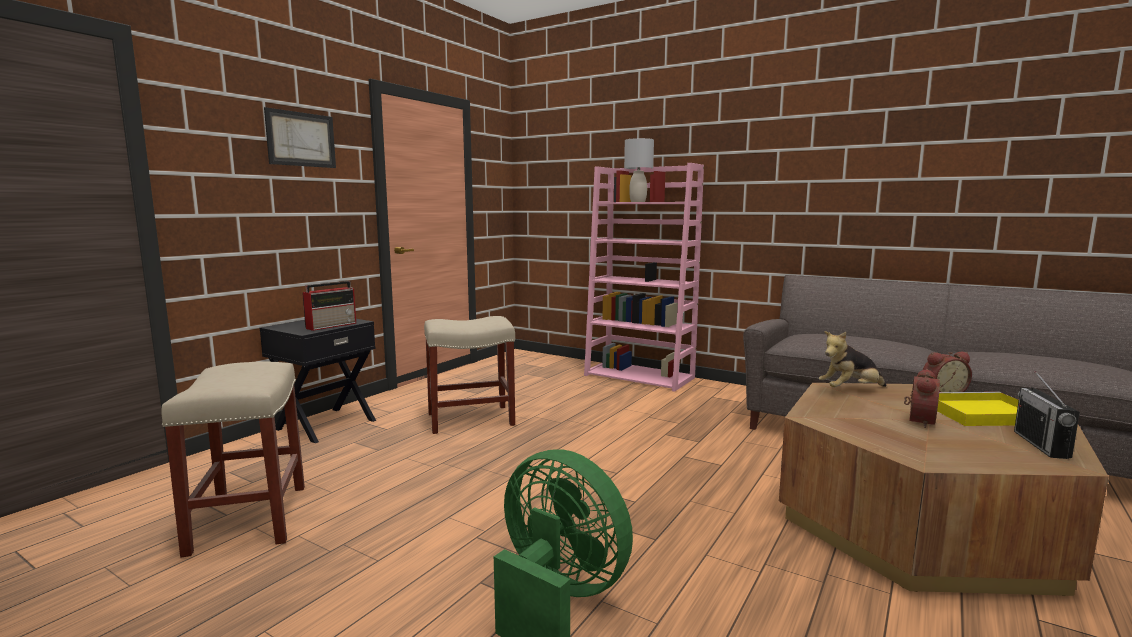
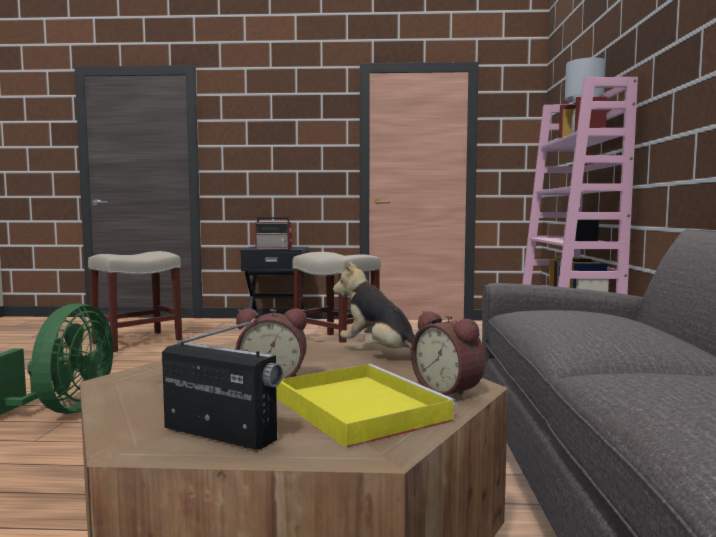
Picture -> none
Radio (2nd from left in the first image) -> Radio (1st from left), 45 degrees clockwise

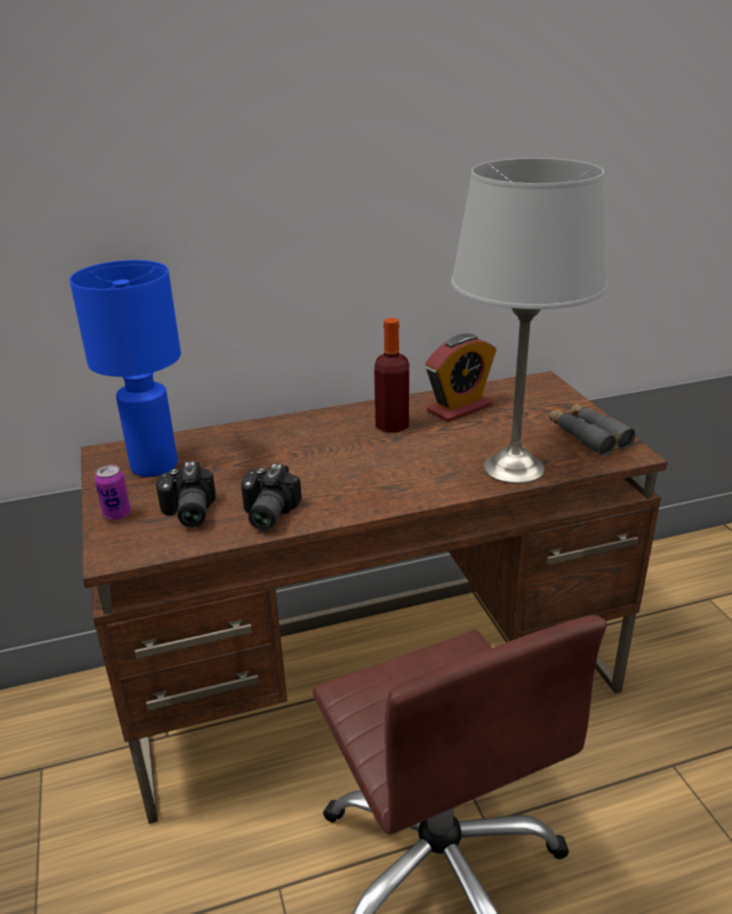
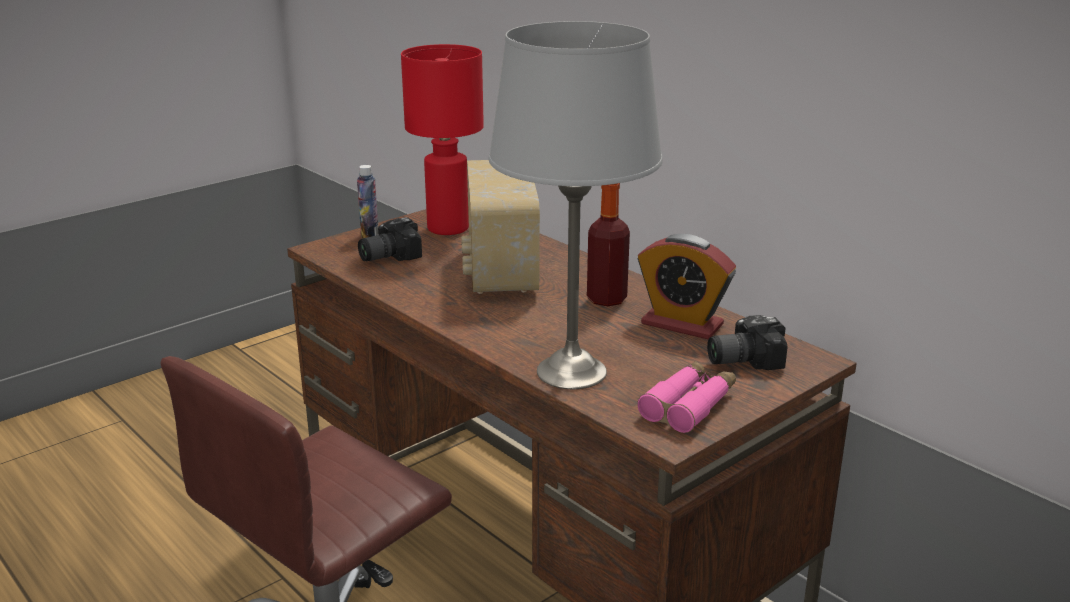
BluishTabletopLamp -> ReddishTabletopLamp
MetalCan -> BeverageBottle (1st from left)
StillCamera (2nd from left), move
GreyishFieldGlasses -> PinkFieldGlasses
none -> Radio

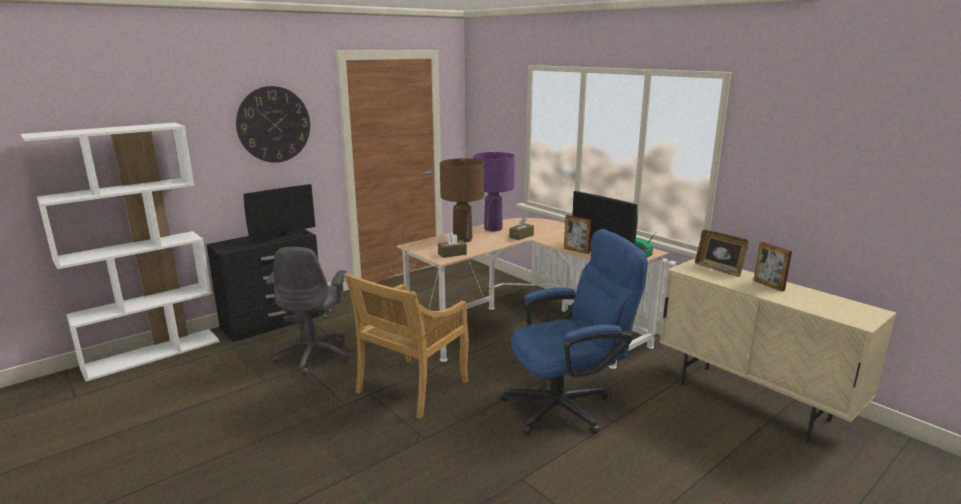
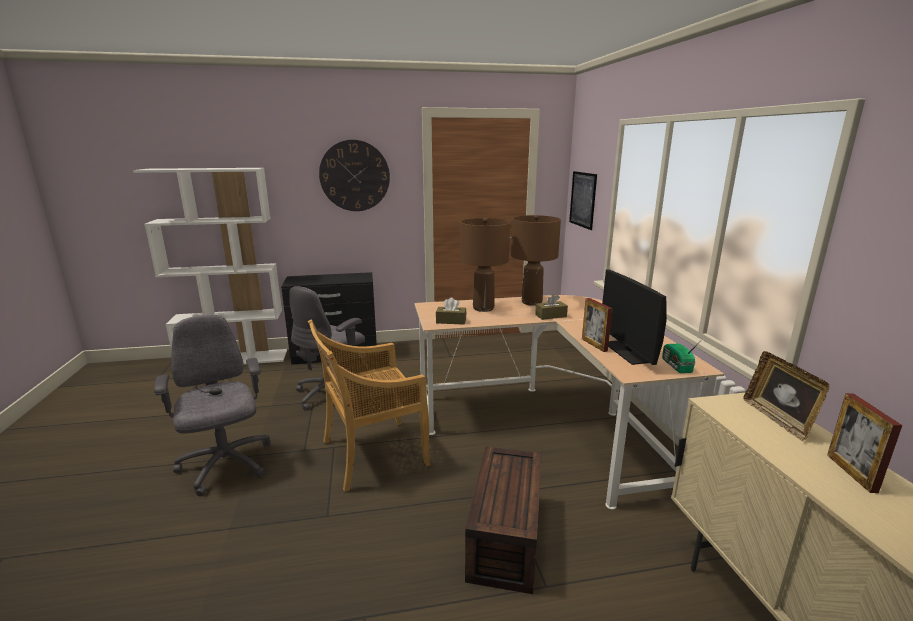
ComputerDisplay (1st from left) -> none
PurpleTabletopLamp -> BrownColouredTabletopLamp (2nd from left)
BluishComputerChair -> BrownColouredStorageBox
none -> GreyishComputerChair (1st from left)
none -> Picture

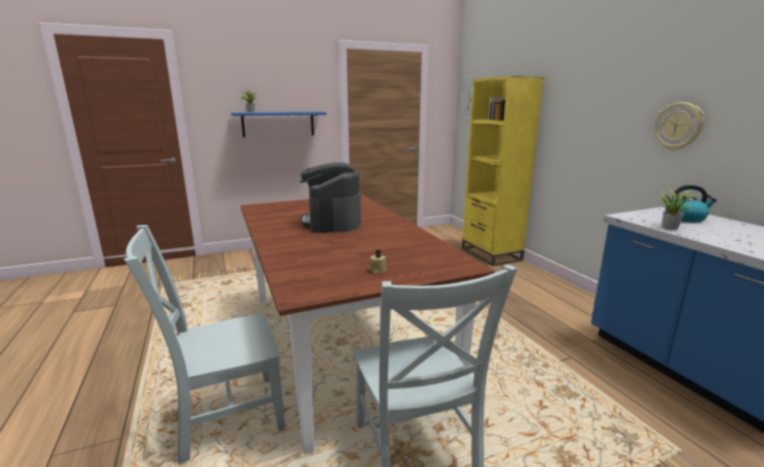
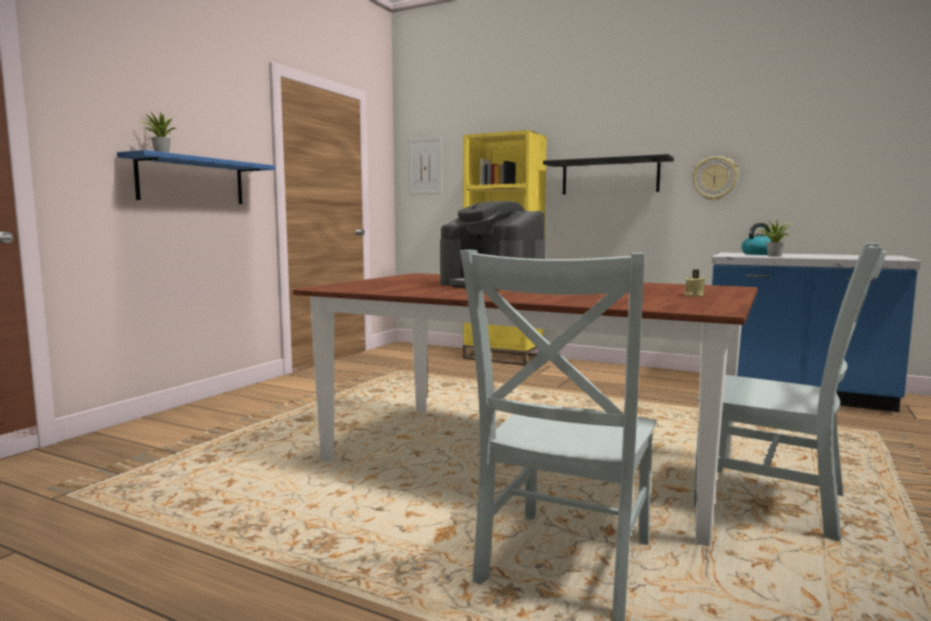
none -> BlackishBracketShelf

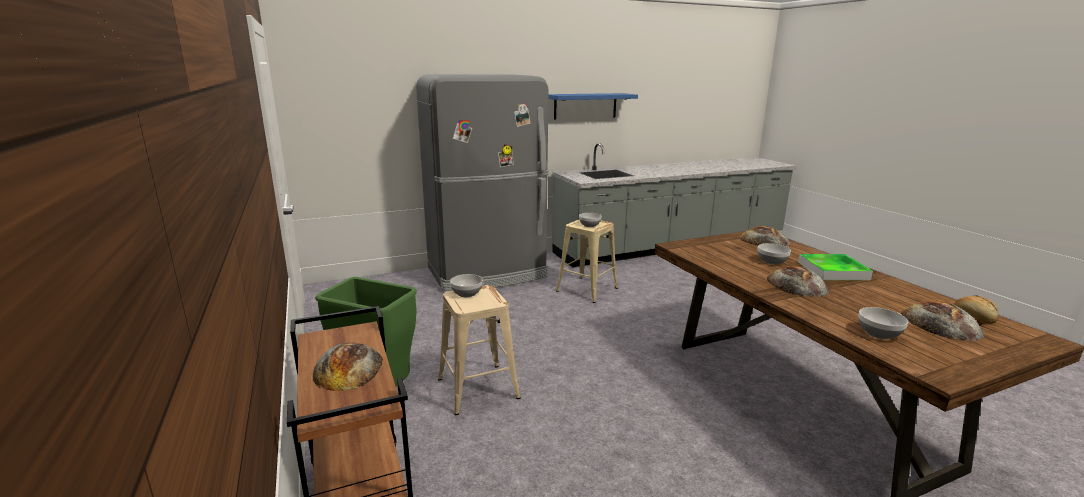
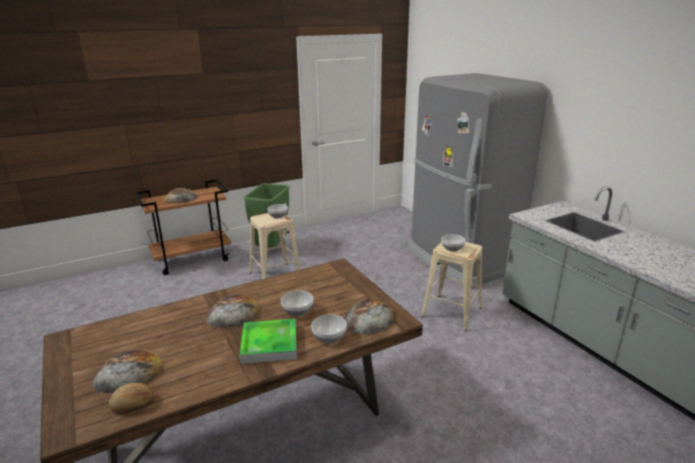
BluishBracketShelf -> none
Bowl (4th from left in the first image) -> Bowl (3rd from left), move

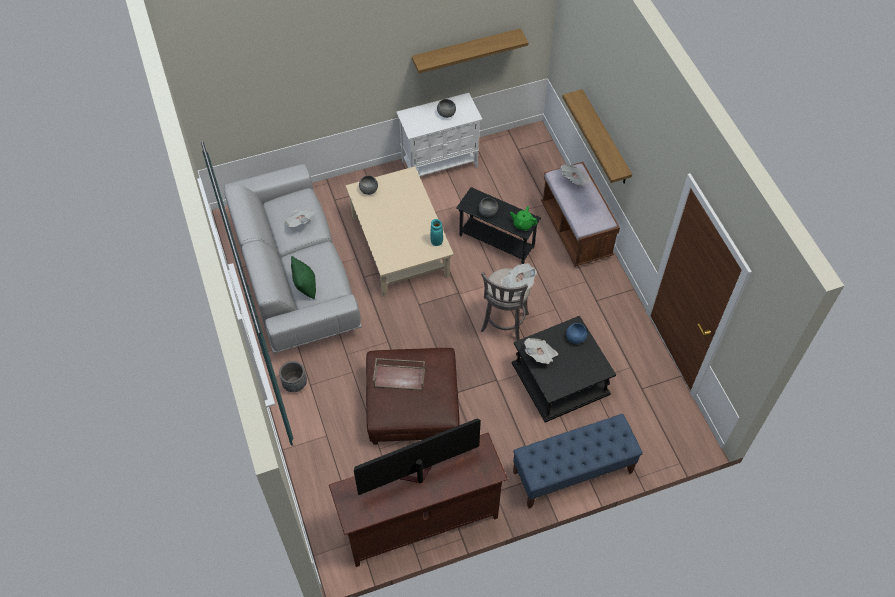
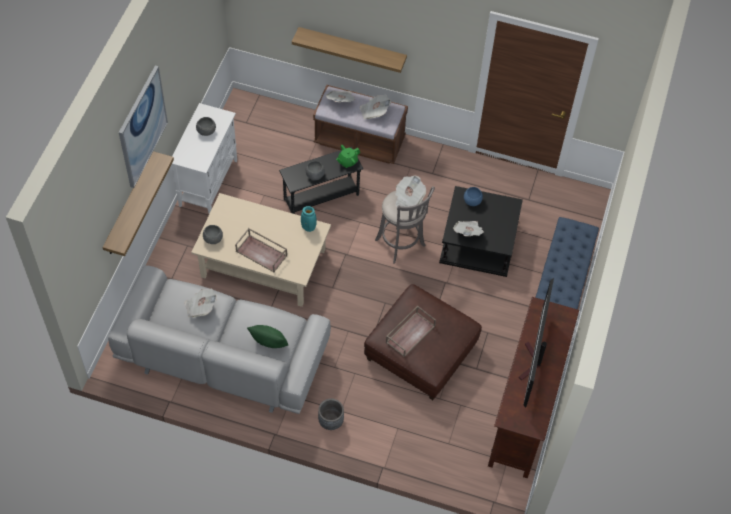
BracketShelf (1st from left), move
none -> Picture
none -> BrownColouredCarryingTray (1st from left)
none -> Newspaper (3rd from left)

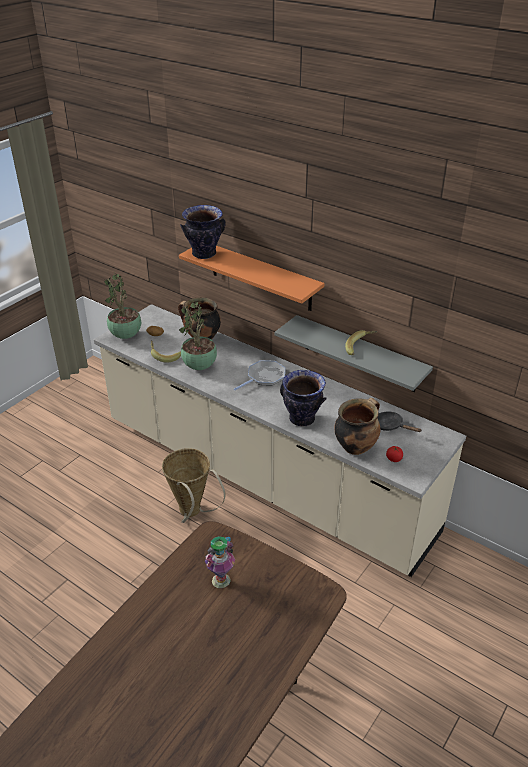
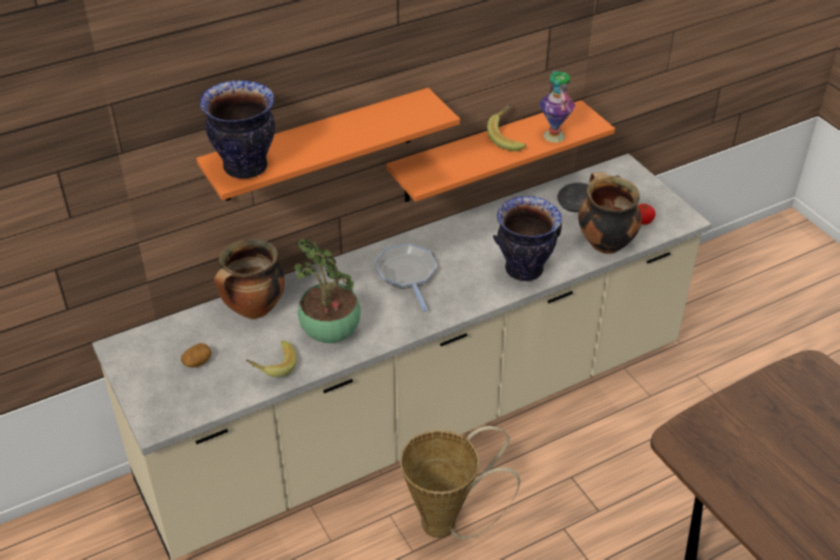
PlantInAPot (1st from left) -> none
Vase (2nd from left in the first image) -> Vase (3rd from left), move
GreyishBracketShelf -> OrangeyBracketShelf (2nd from left)

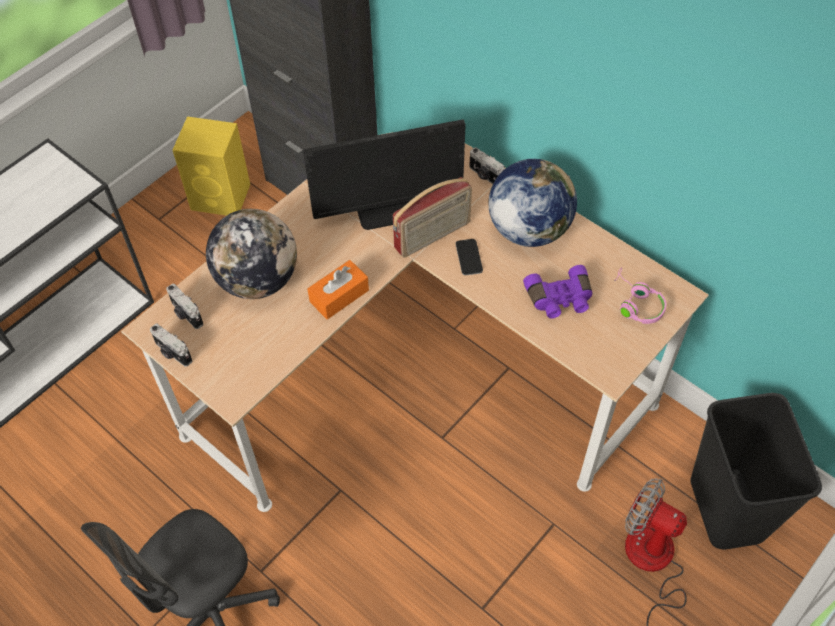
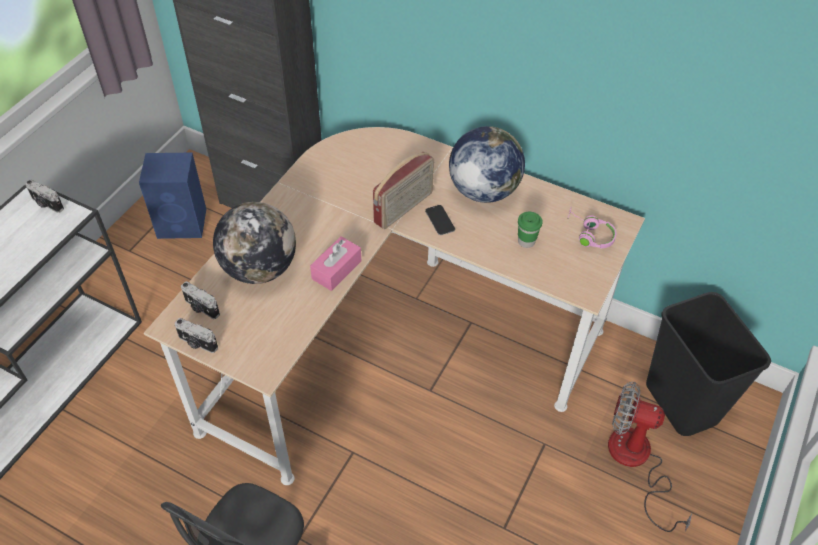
YellowColouredLoudspeaker -> BluishLoudspeaker
ComputerDisplay -> none
OrangeyBoxOfTissues -> PinkBoxOfTissues
StillCamera (3rd from left in the first image) -> StillCamera (1st from left), move
PurpleFieldGlasses -> GreenishDrinkingCup

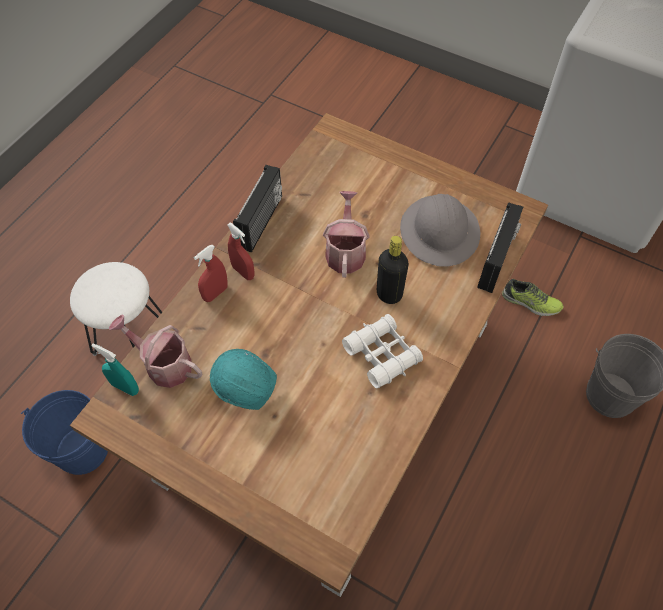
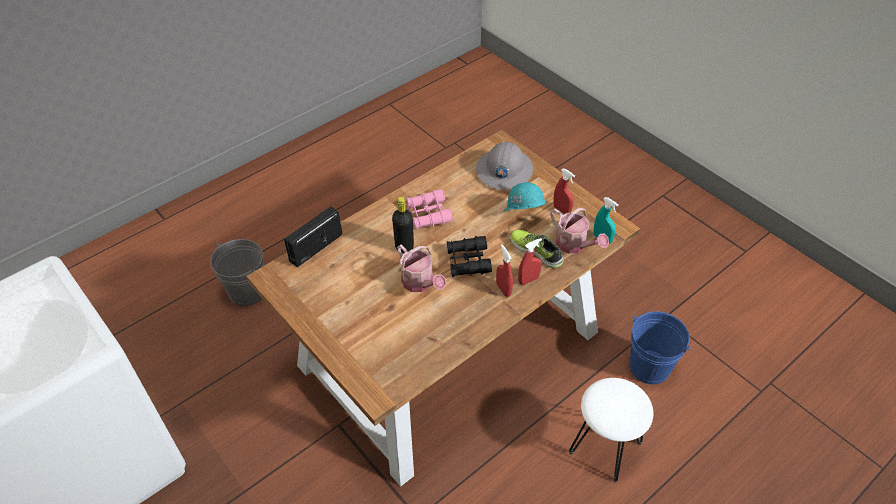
Radio (1st from left) -> none
SprinklingCan (2nd from left in the first image) -> SprinklingCan (1st from left), 60 degrees counterclockwise
WhiteFieldGlasses -> PinkFieldGlasses
GreyishHardHat, move
Shoe, move
none -> BlackishFieldGlasses
none -> ReddishHandSprayer (3rd from left)

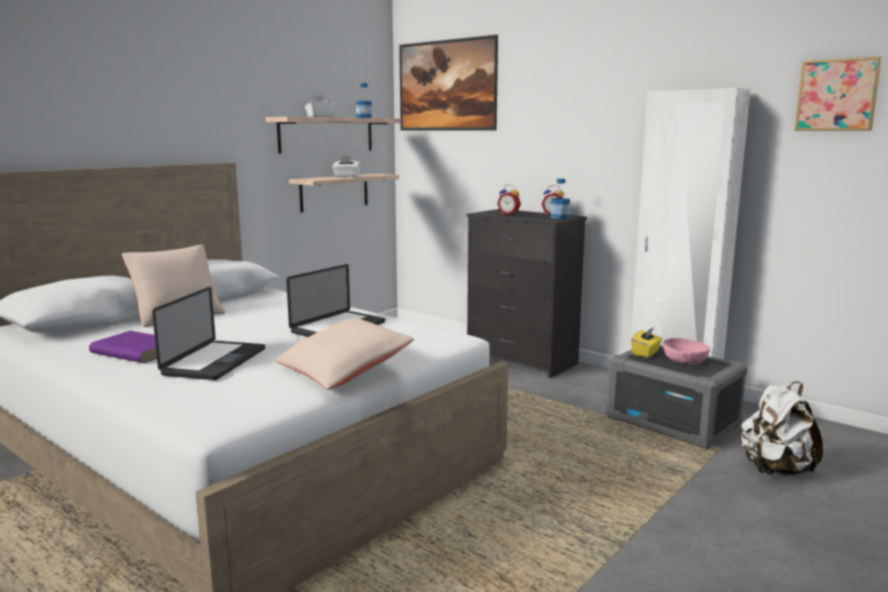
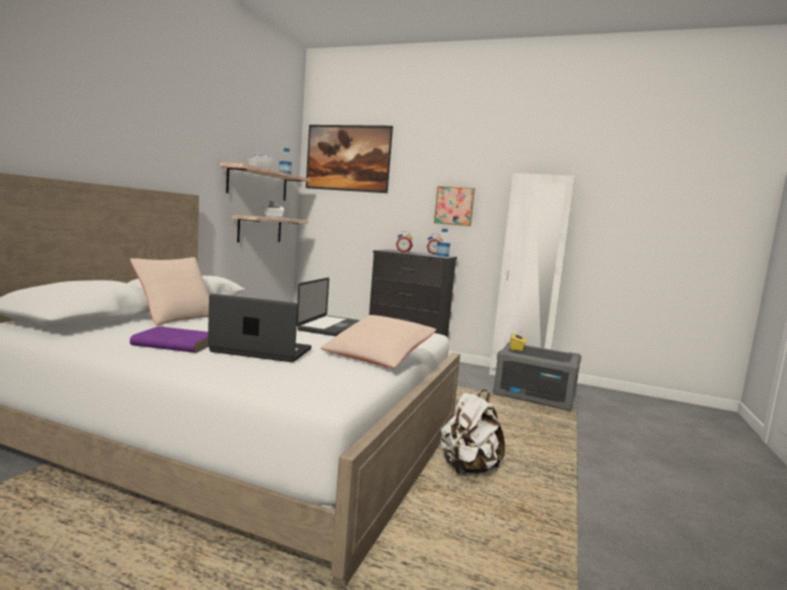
PortableComputer (1st from left), 75 degrees counterclockwise
PinkBowl -> none
WhiteKnapsack, move
Picture (2nd from left), move

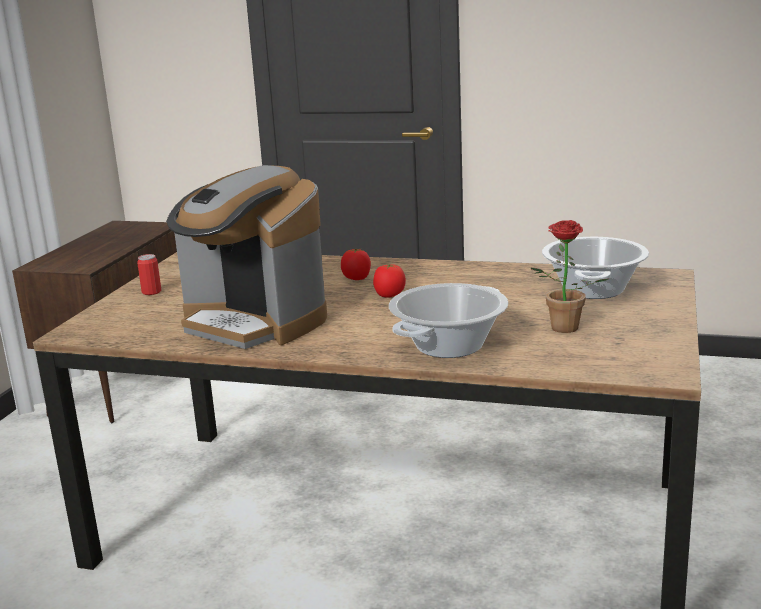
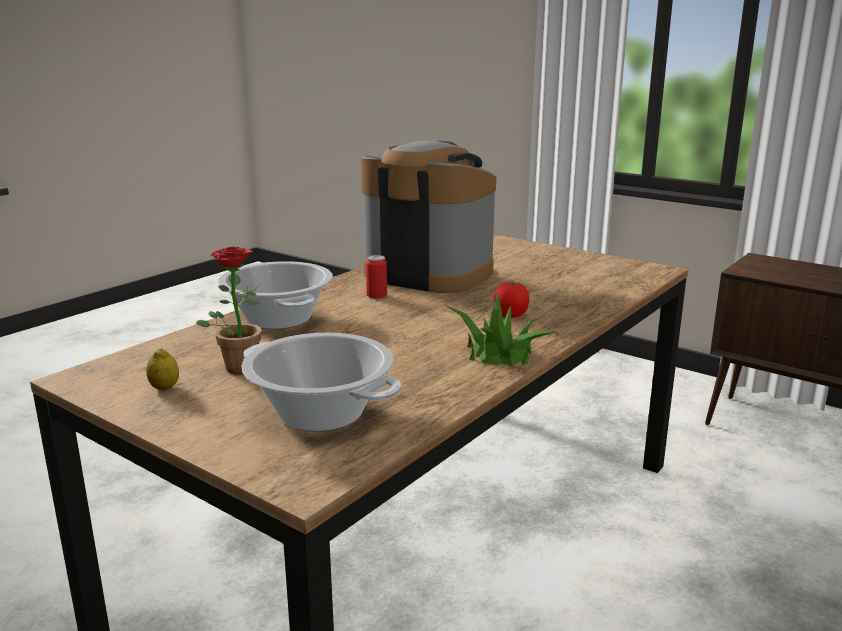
MetalCan, move
CoffeeMachine, 60 degrees clockwise
FreshTomato (2nd from left) -> none
none -> CitrusFruit
none -> PlantInAPot (2nd from left)

